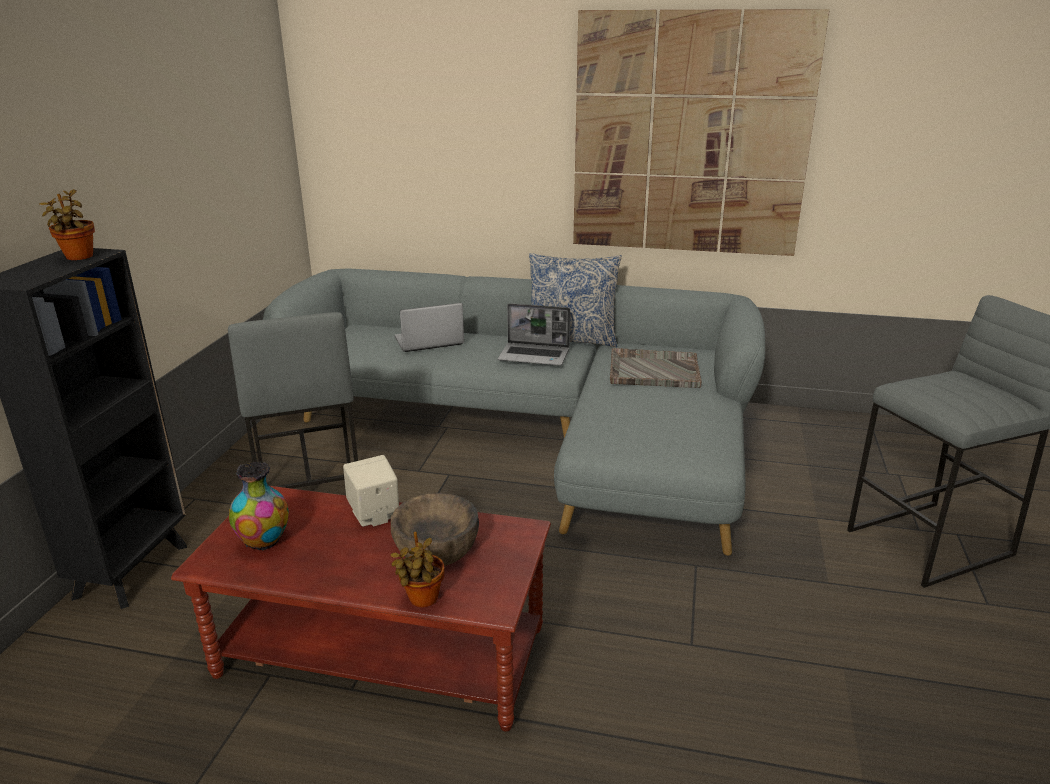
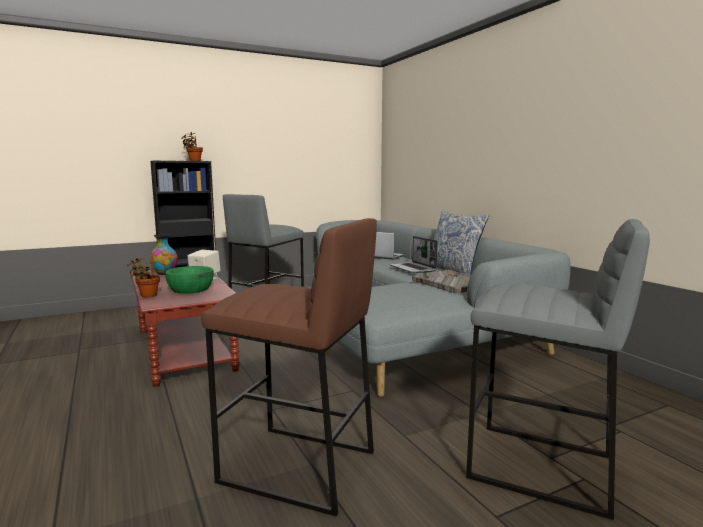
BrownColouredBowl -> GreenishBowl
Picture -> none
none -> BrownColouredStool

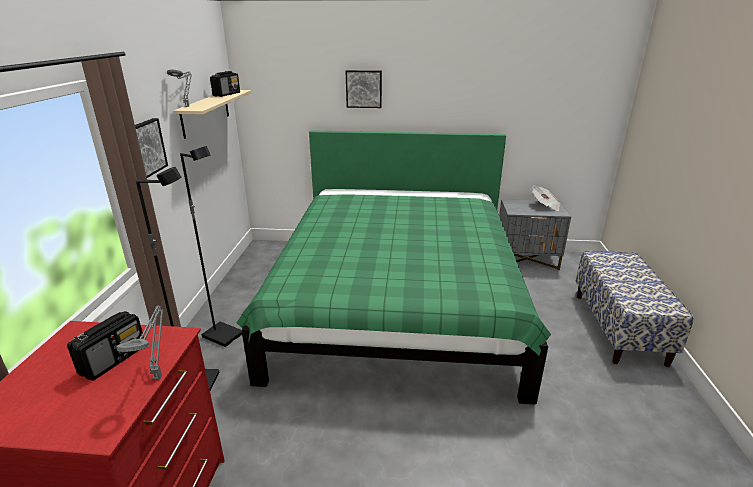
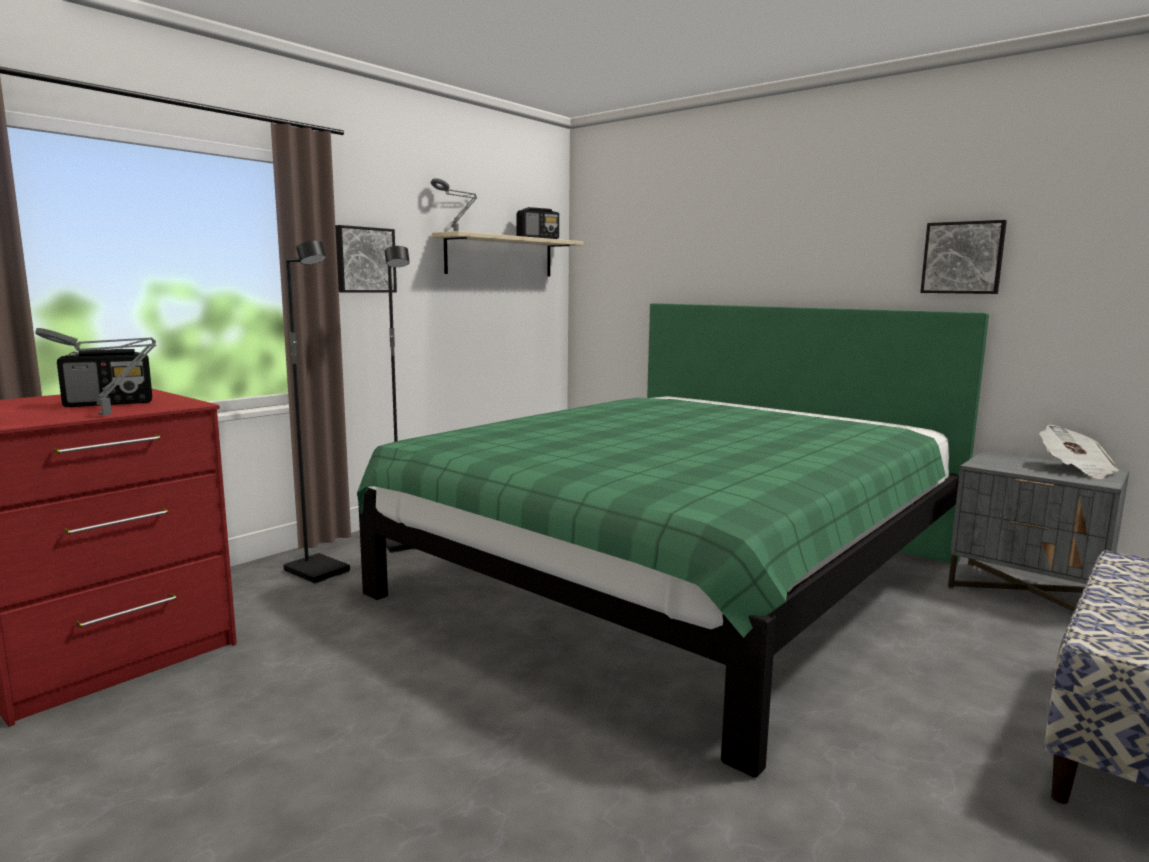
Picture (2nd from left), move

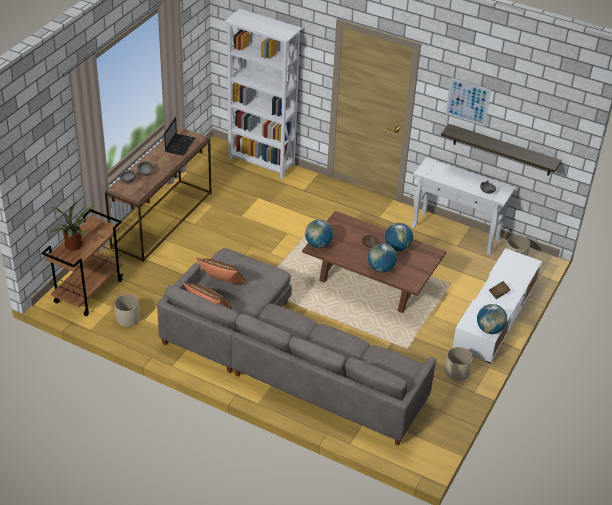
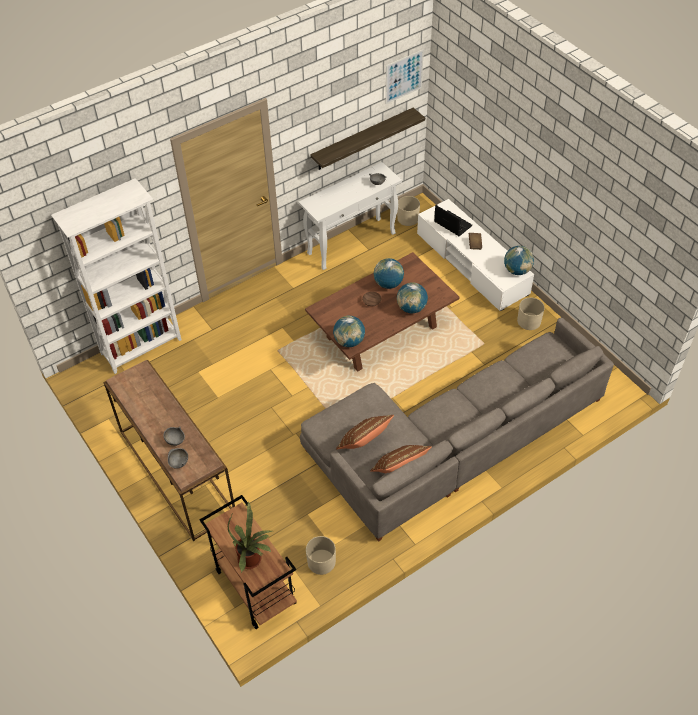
PortableComputer, move
Picture, move

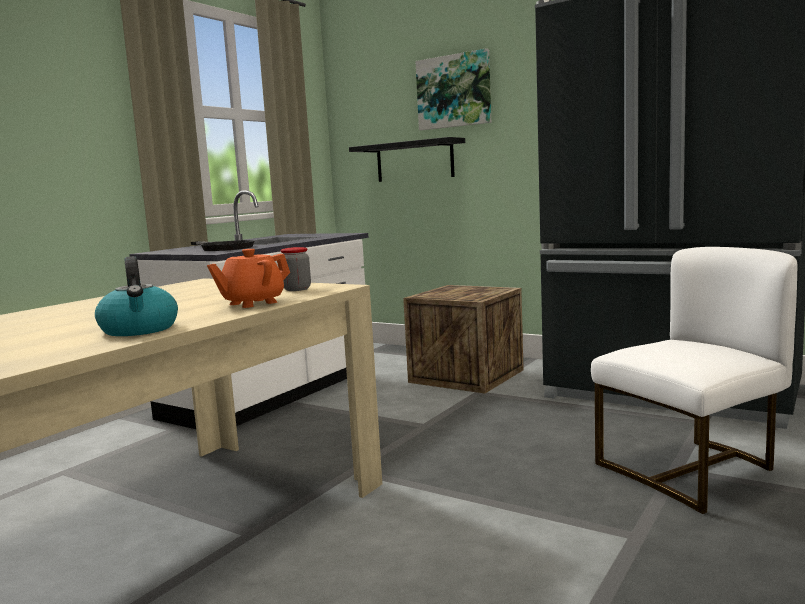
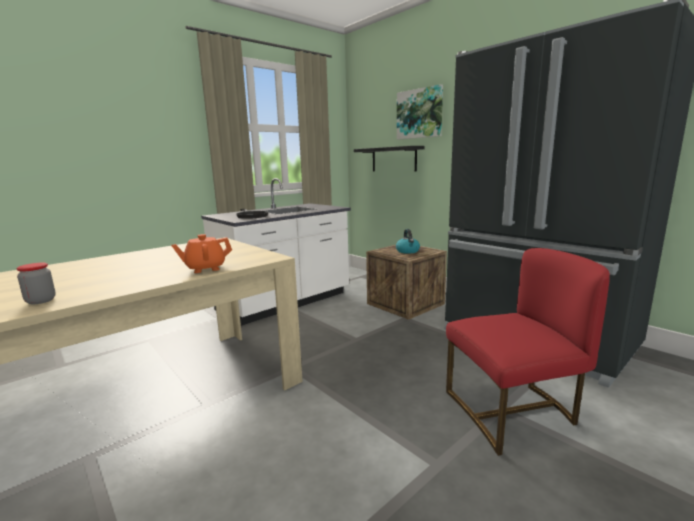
TeaKettle, move
Jar, move
WhiteUprightChair -> ReddishUprightChair

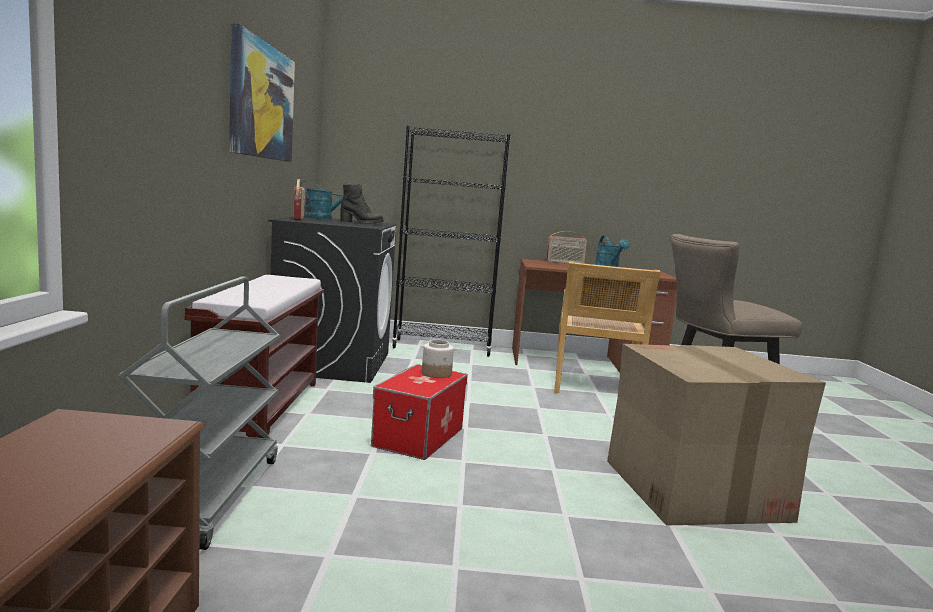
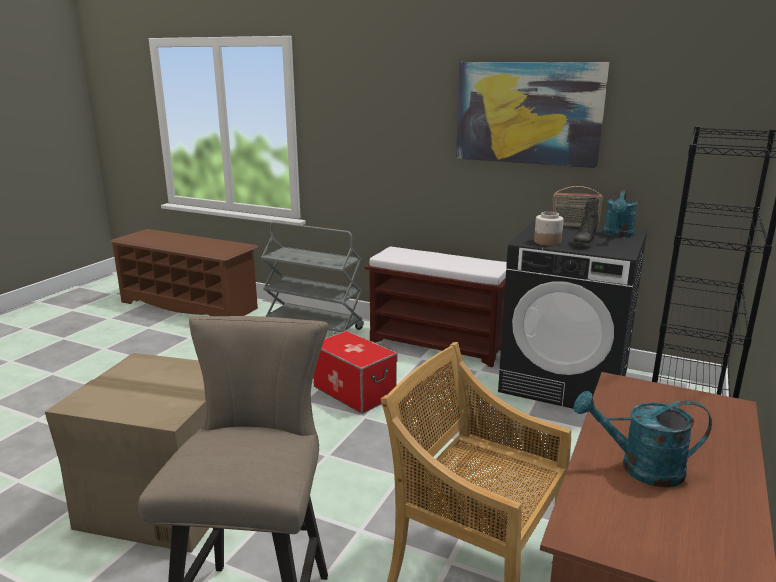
Jar, move
Radio (2nd from left) -> none

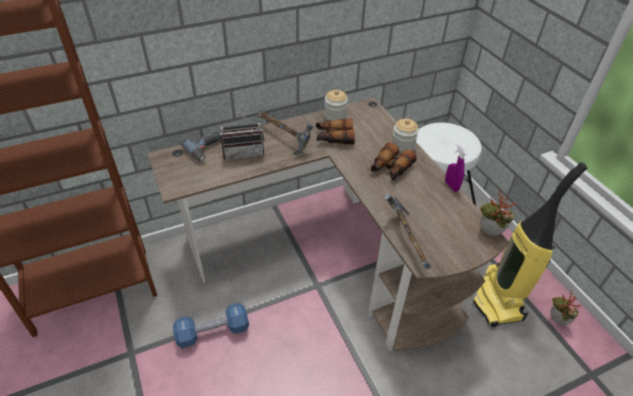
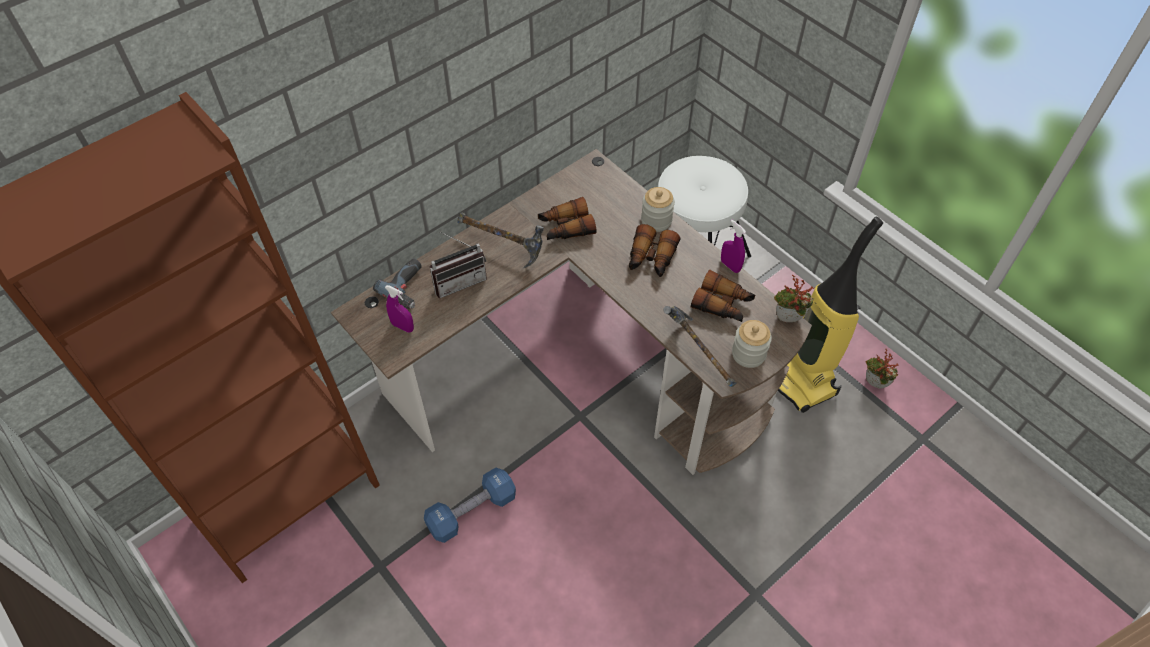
Jar (1st from left in the first image) -> Jar (2nd from left), move
none -> PurpleHandSprayer (1st from left)
none -> FieldGlasses (3rd from left)

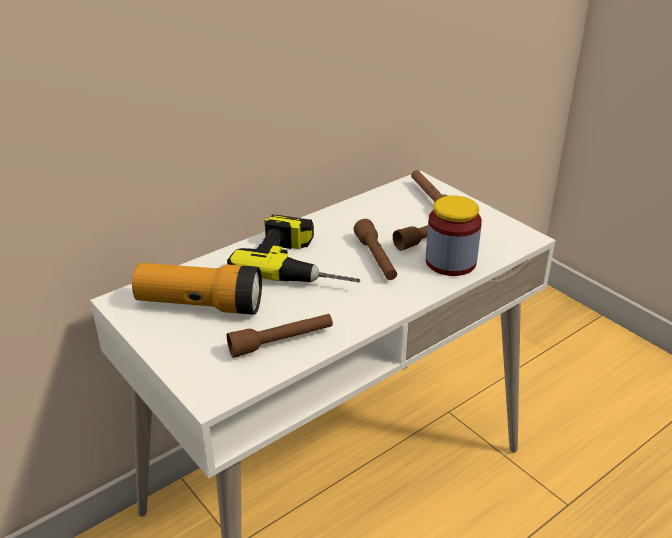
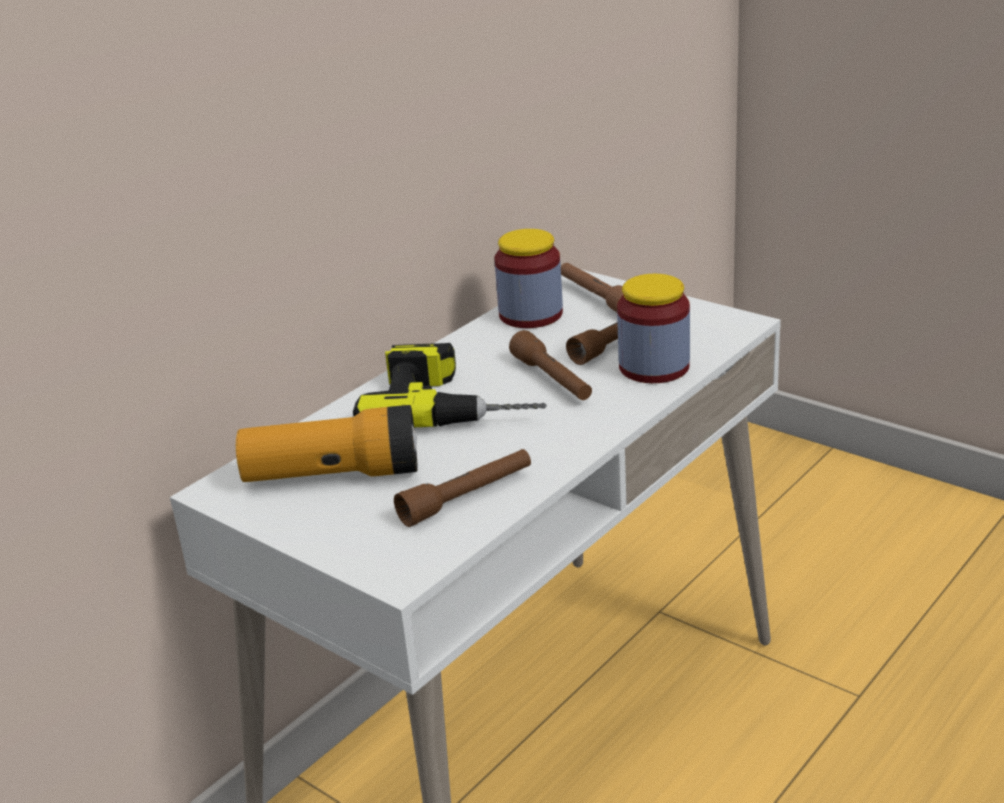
none -> Jar (1st from left)

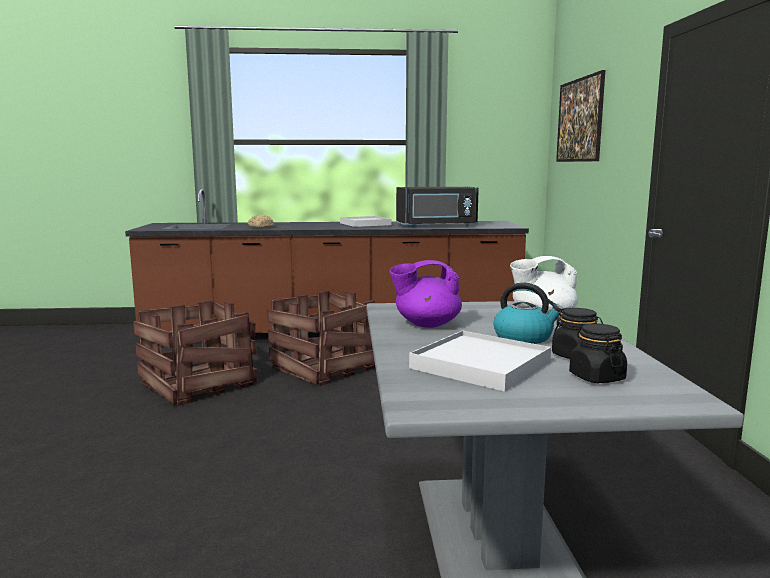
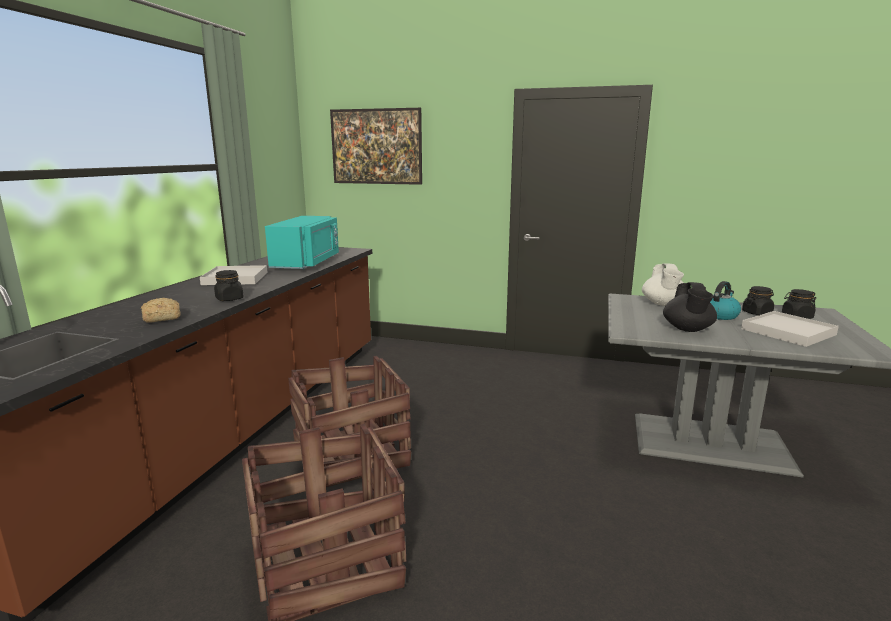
PurpleTeaPot -> BlackishTeaPot
BlackishKitchenMicrowave -> BlueGreenKitchenMicrowave
none -> BlackishJar (1st from left)

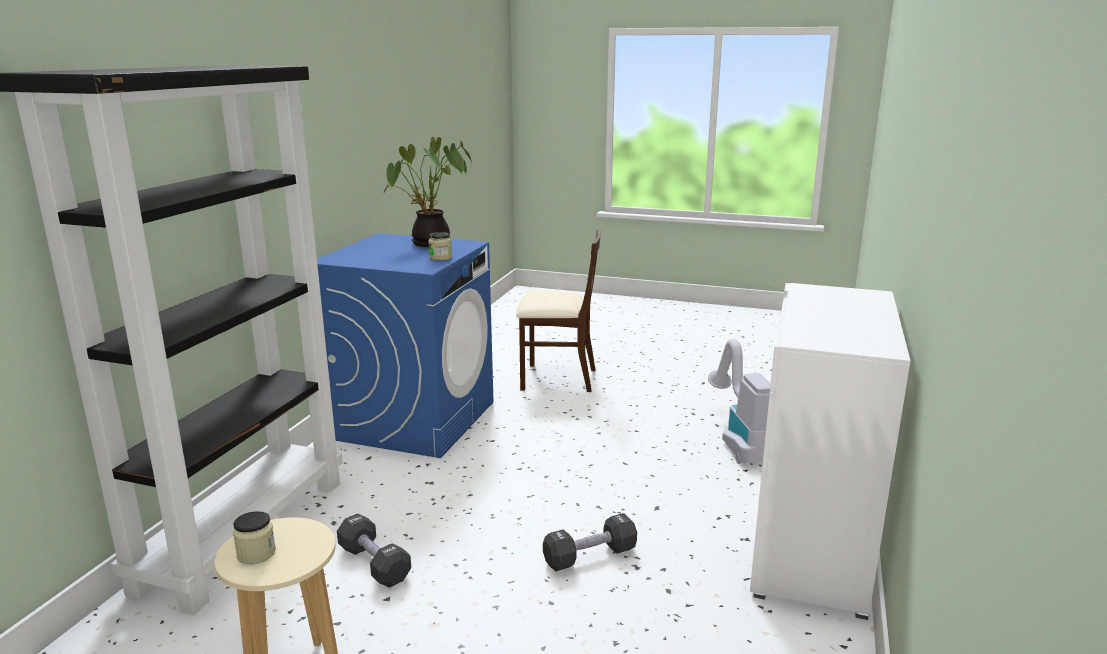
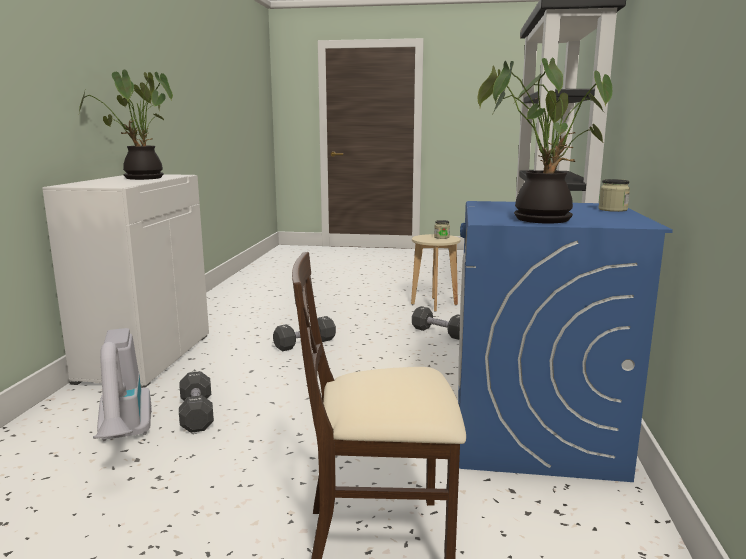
Jar (2nd from left), move
none -> PlantInAPot (1st from left)
none -> BlackishDumbbell (1st from left)

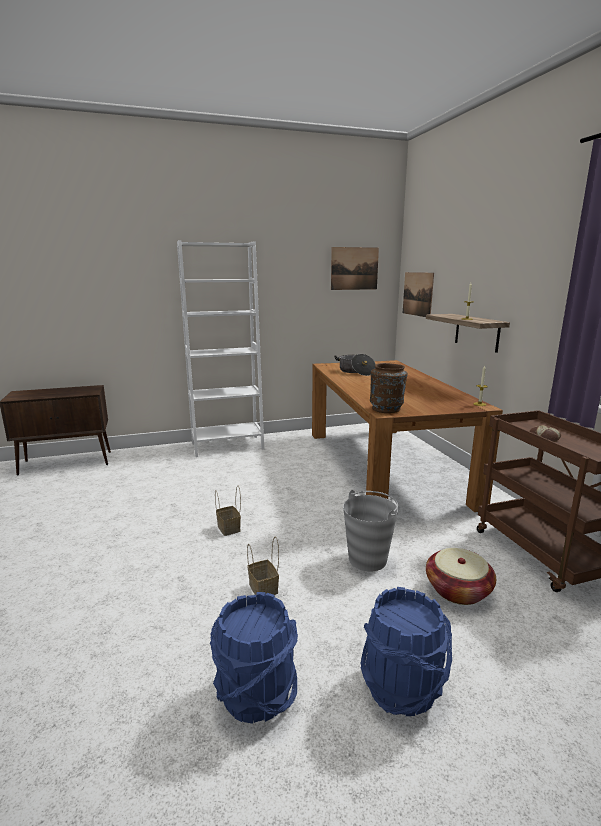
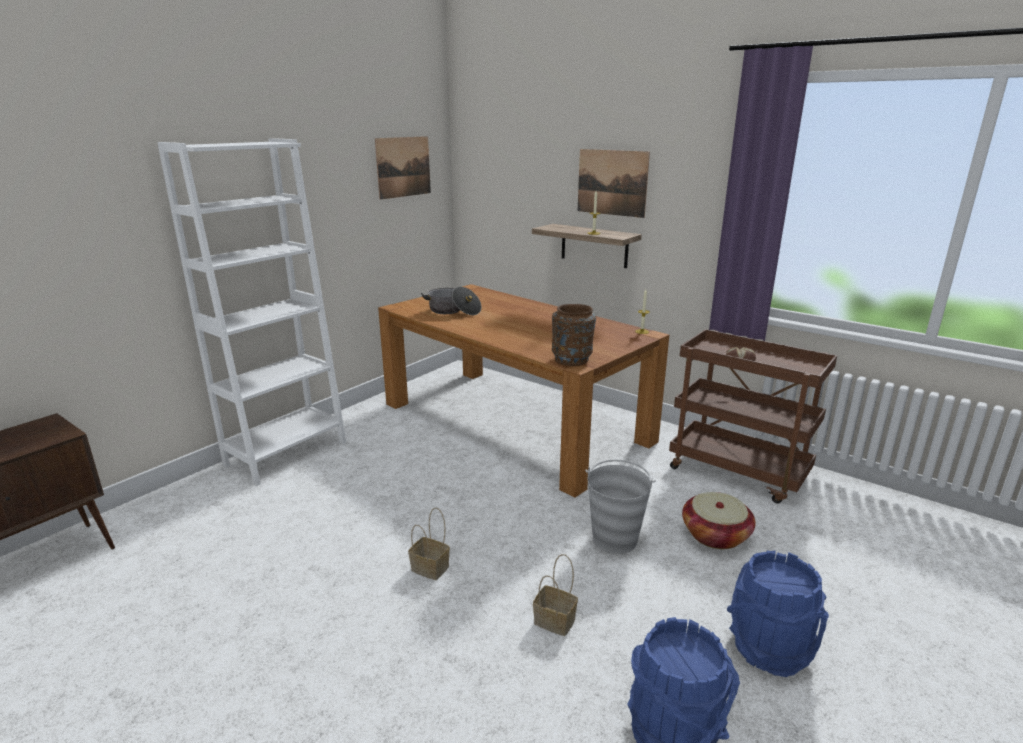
Picture (2nd from left), move

